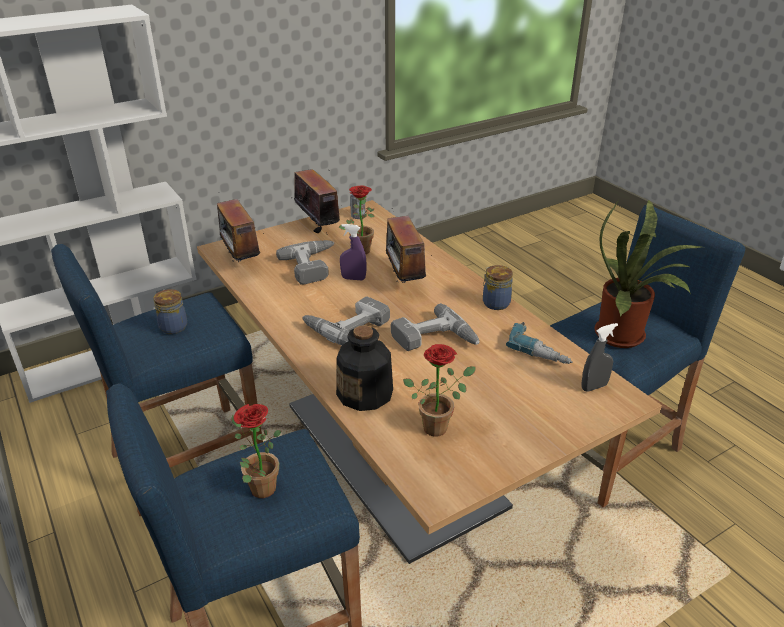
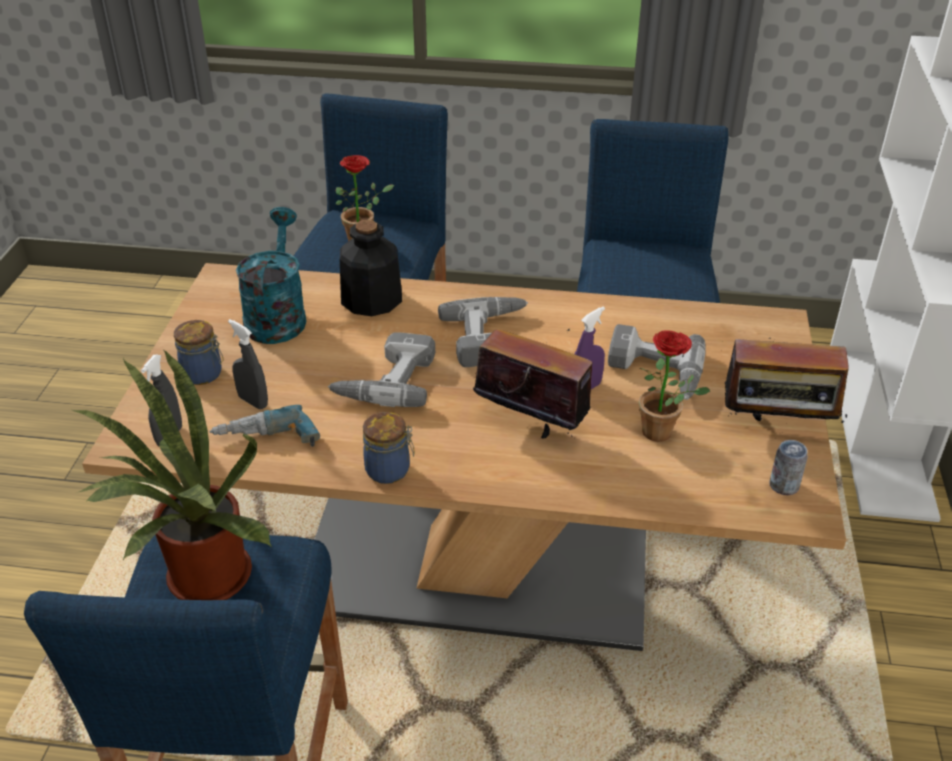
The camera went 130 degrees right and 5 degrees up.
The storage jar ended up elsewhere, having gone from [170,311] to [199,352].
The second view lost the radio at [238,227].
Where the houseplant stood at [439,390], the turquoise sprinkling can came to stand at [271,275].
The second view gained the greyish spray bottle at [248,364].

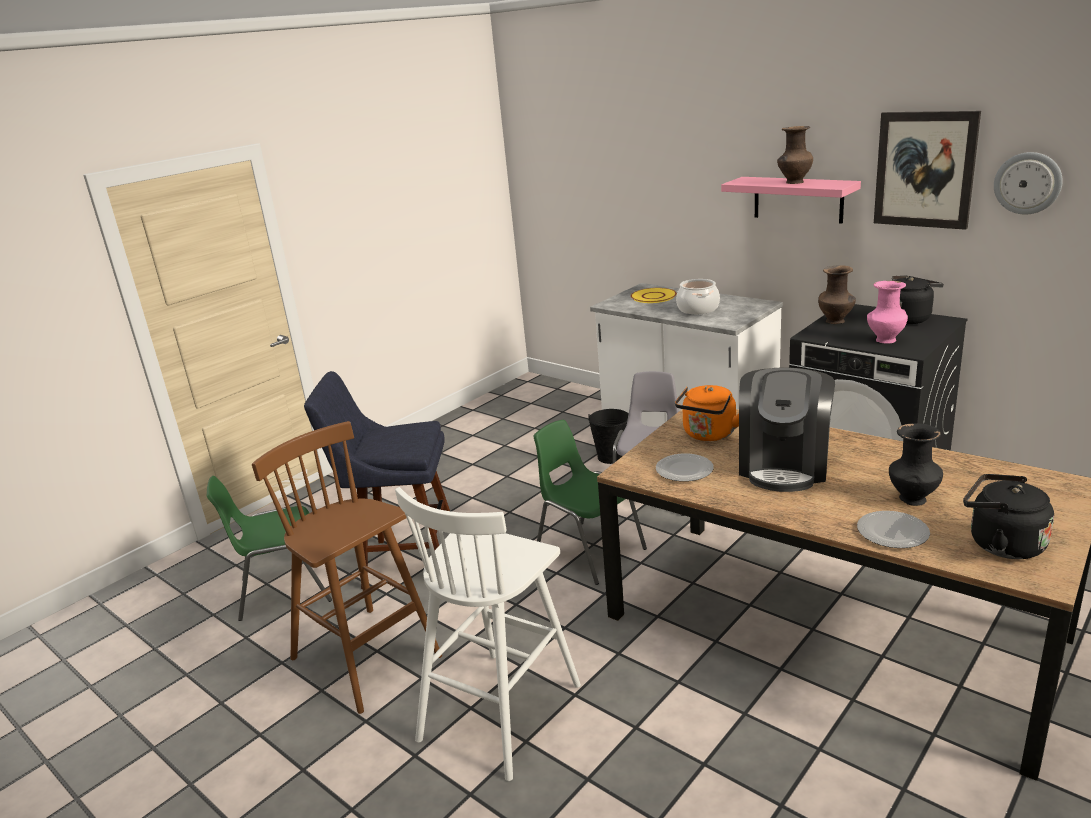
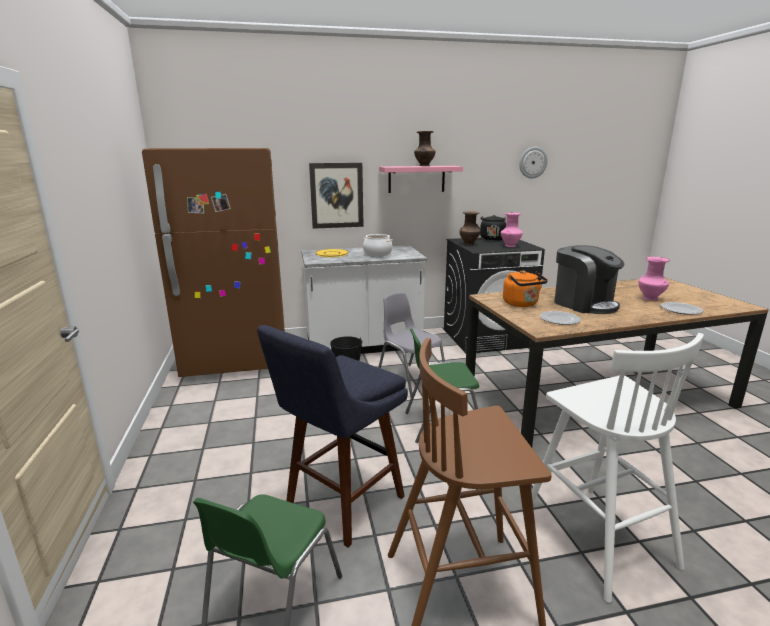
The camera went 55 degrees left and 5 degrees down.
The wall art ended up elsewhere, having gone from [927,170] to [336,196].
What was the black decorative vase at [916,464] turned into the pink-coloured decorative vase at [654,279].
The second view lost the black kettle at [1008,516].
The second view gained the brown fridge at [213,262].

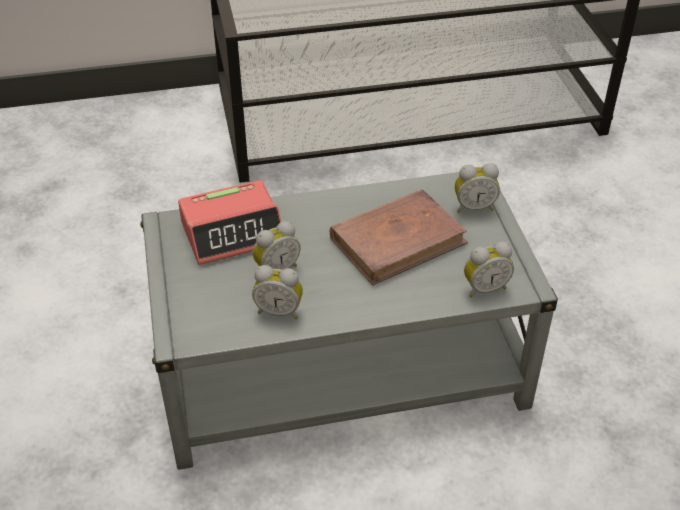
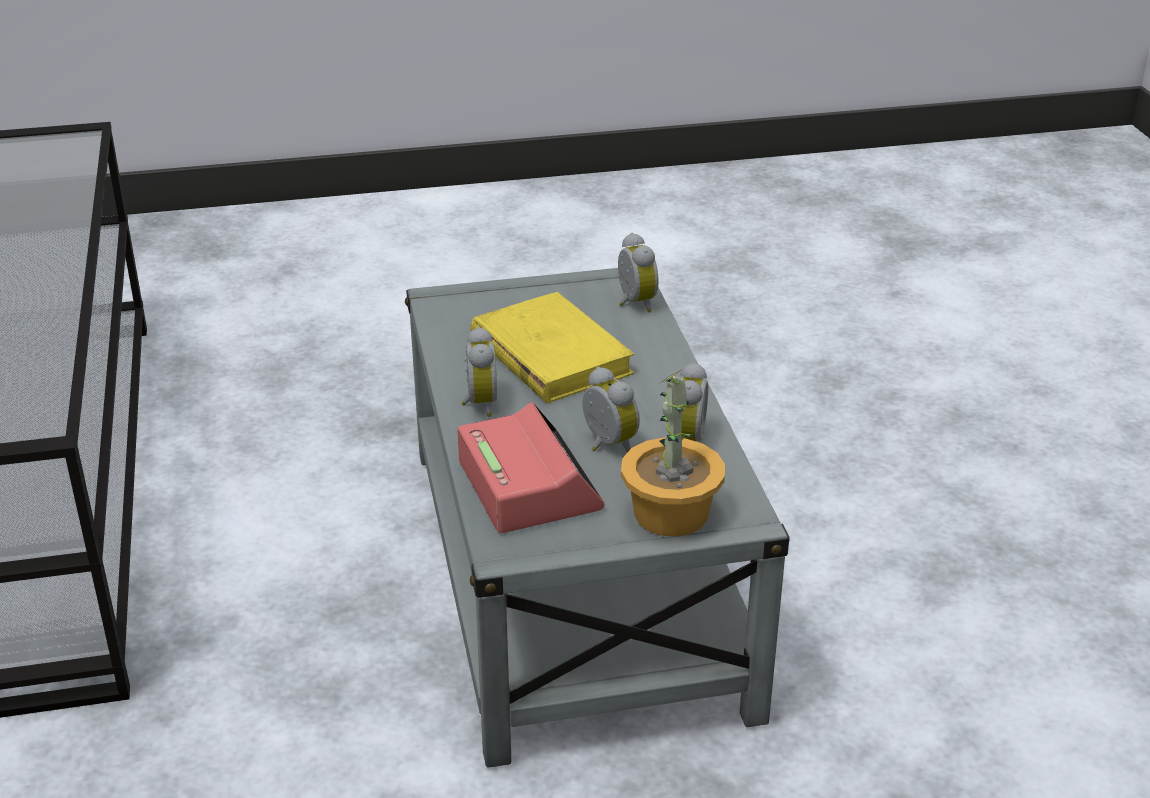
The camera went 90 degrees left and 10 degrees down.
What was the brown book at [399,237] turned into the yellow-coloured book at [552,347].
The alarm clock ended up elsewhere, having gone from [477,188] to [479,372].
The second view gained the houseplant at [673,453].

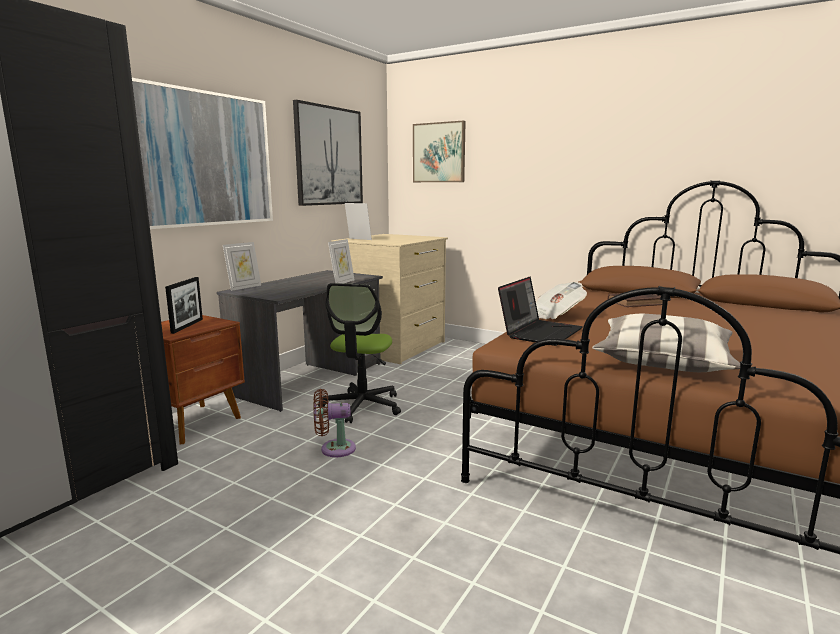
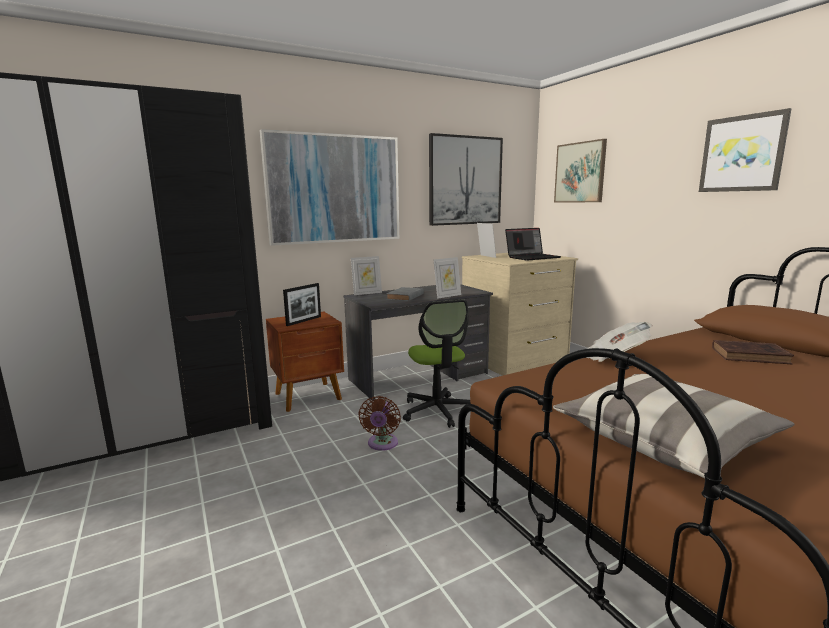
The camera went 30 degrees right and 0 degrees up.
The brown fan at [335,423] ended up facing another way, 105 degrees counterclockwise from before.
The computer chair at [359,353] ended up facing another way, 60 degrees counterclockwise from before.
The portable computer ended up elsewhere, having gone from [540,311] to [533,244].
The second view gained the greyish book at [405,294].
The second view gained the wall art at [745,150].

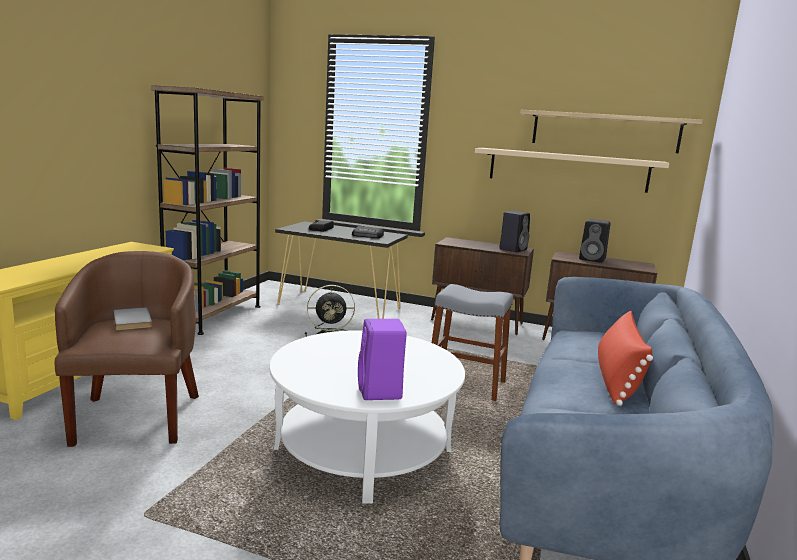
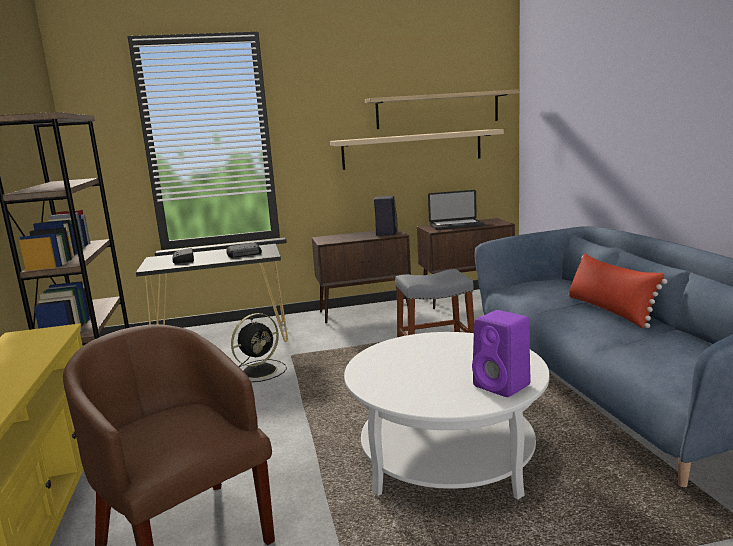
The camera went 30 degrees left and 0 degrees up.
The second view lost the greyish book at [132,318].
Where the black audio speaker stood at [595,241], the portable computer came to stand at [456,210].

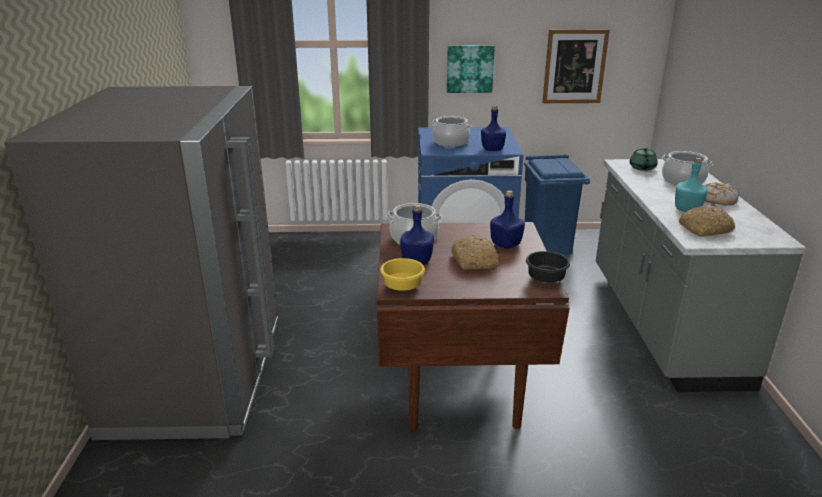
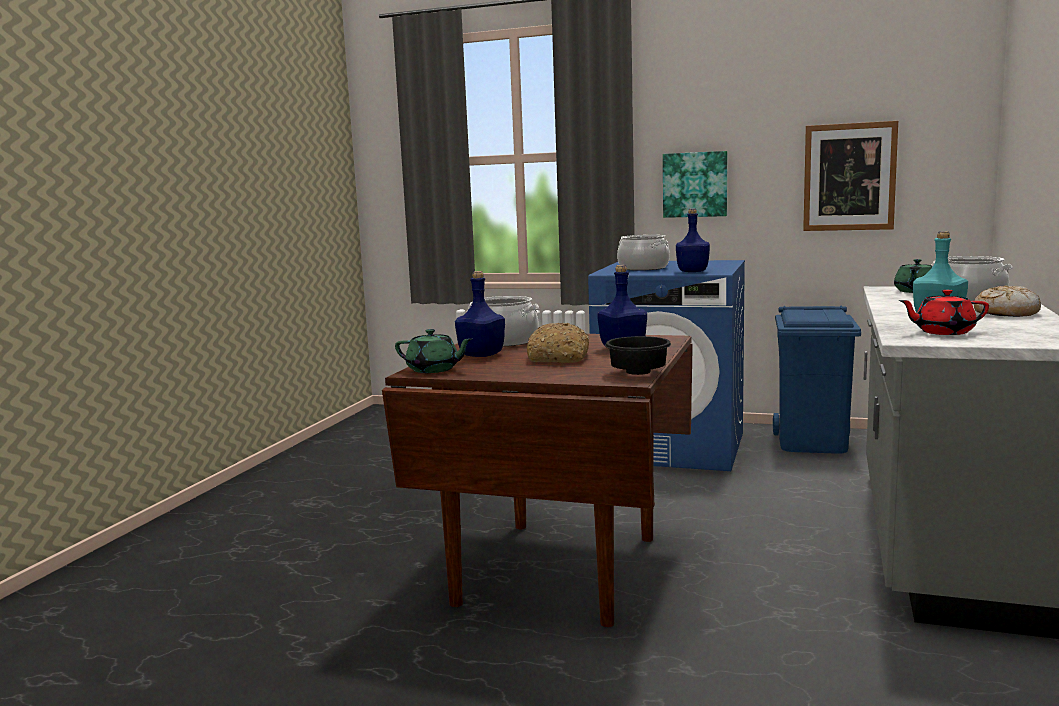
The camera went 20 degrees right and 15 degrees down.
The second view lost the greyish fridge at [141,263].
Where the yellow-coloured serving bowl stood at [402,274], the green tea pot came to stand at [433,351].
Where the bread stood at [707,221], the red tea pot came to stand at [944,312].

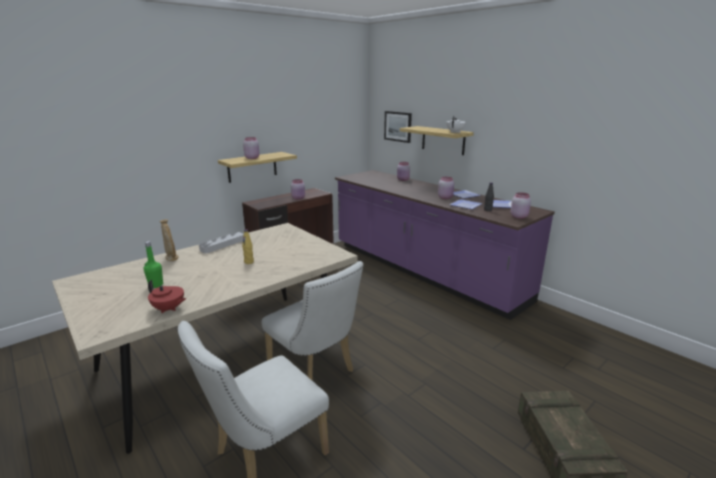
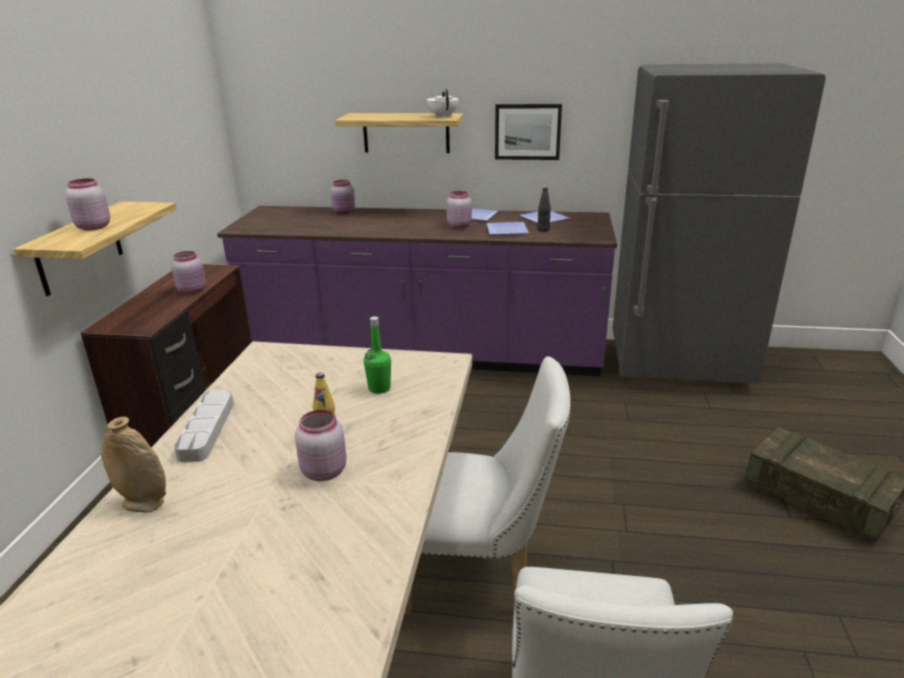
The camera went 40 degrees left and 5 degrees up.
The green bottle ended up elsewhere, having gone from [153,264] to [377,355].
The second view lost the red tea pot at [167,296].
The wall art ended up elsewhere, having gone from [398,127] to [528,132].
The pink-coloured storage jar ended up elsewhere, having gone from [520,205] to [321,445].
The second view gained the greyish fridge at [719,223].

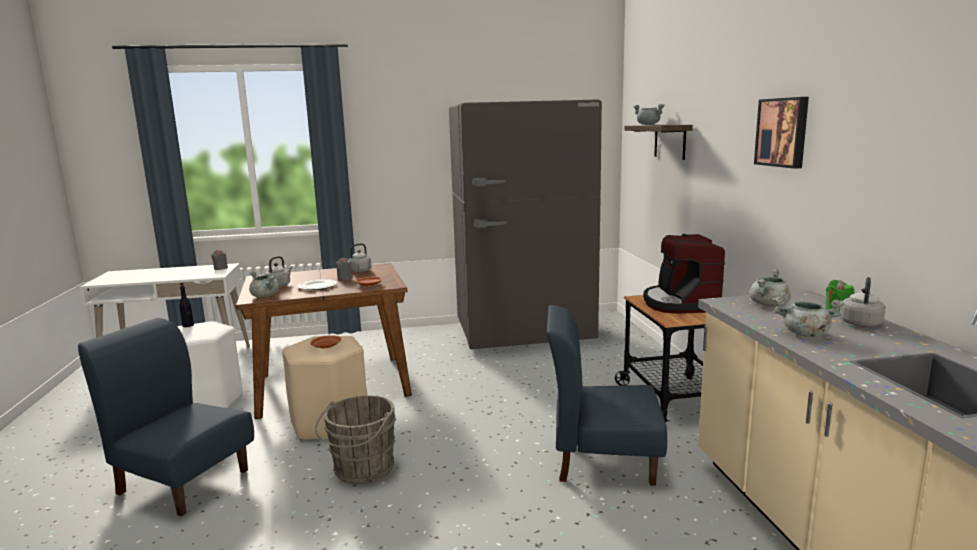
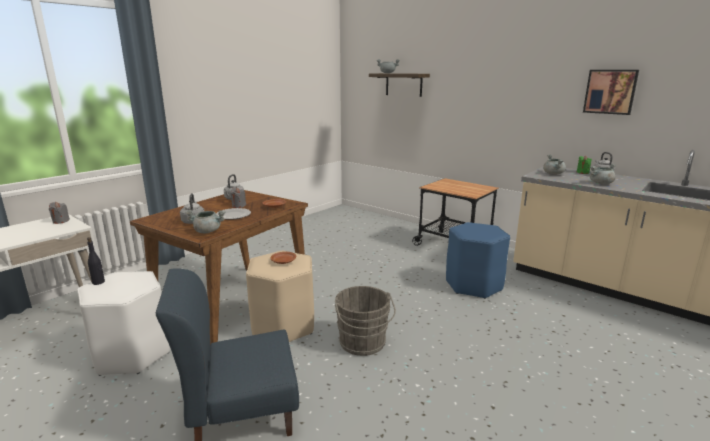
The camera went 40 degrees left and 5 degrees up.
The second view lost the greyish fridge at [525,224].
Where the blue-coloured chair stood at [607,395], the blue-coloured sitting stool came to stand at [478,260].
The second view lost the coffee brewer at [684,274].
The wall art ended up elsewhere, having gone from [781,133] to [611,92].

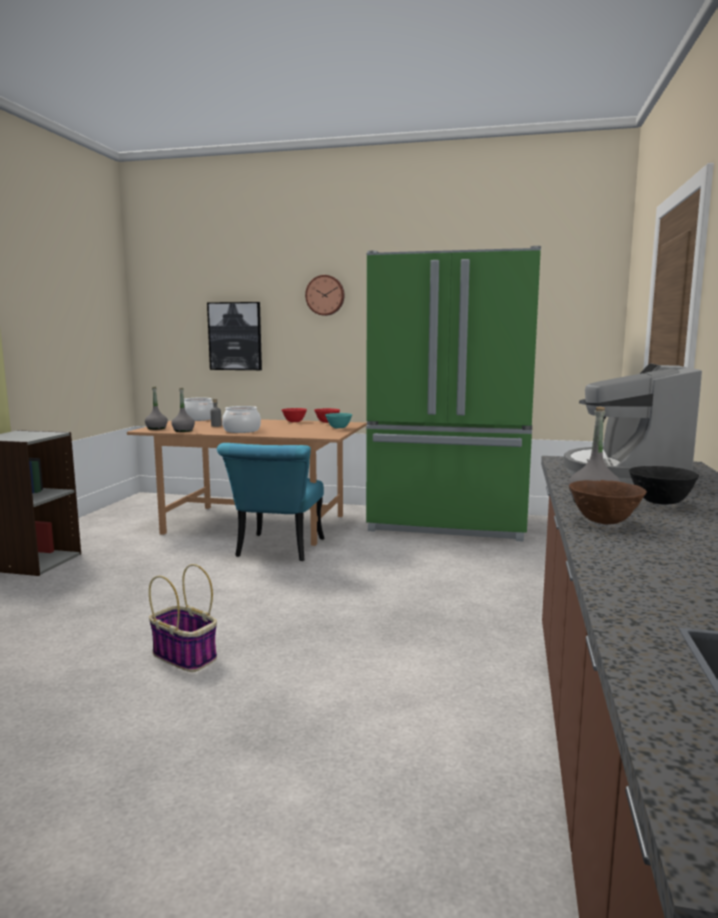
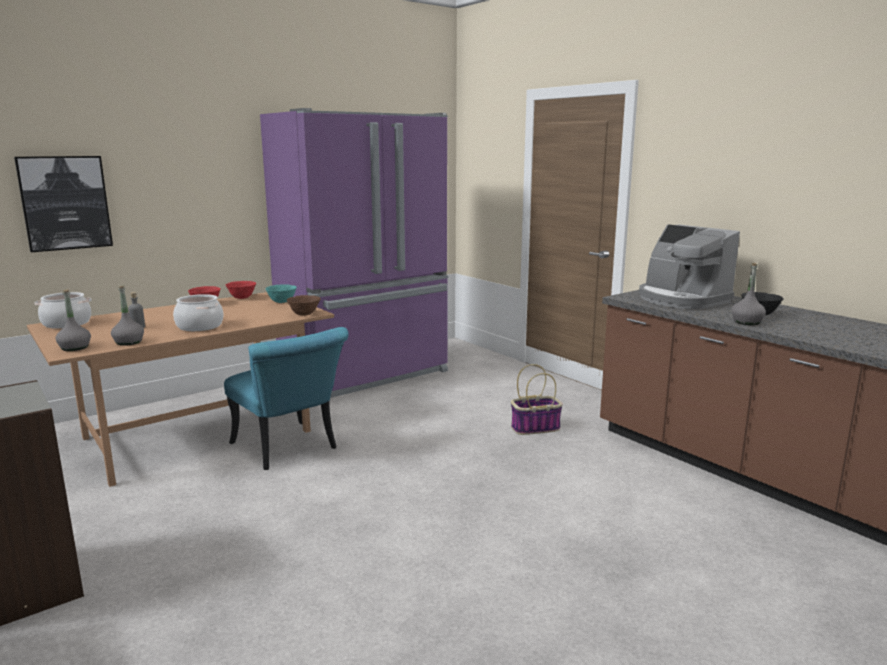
The camera went 50 degrees left and 5 degrees up.
The household basket ended up elsewhere, having gone from [183,618] to [537,399].
The second view lost the hanging clock at [325,295].
What was the green fridge at [453,394] turned into the purplish fridge at [354,254].
The brown serving bowl ended up elsewhere, having gone from [608,502] to [304,305].

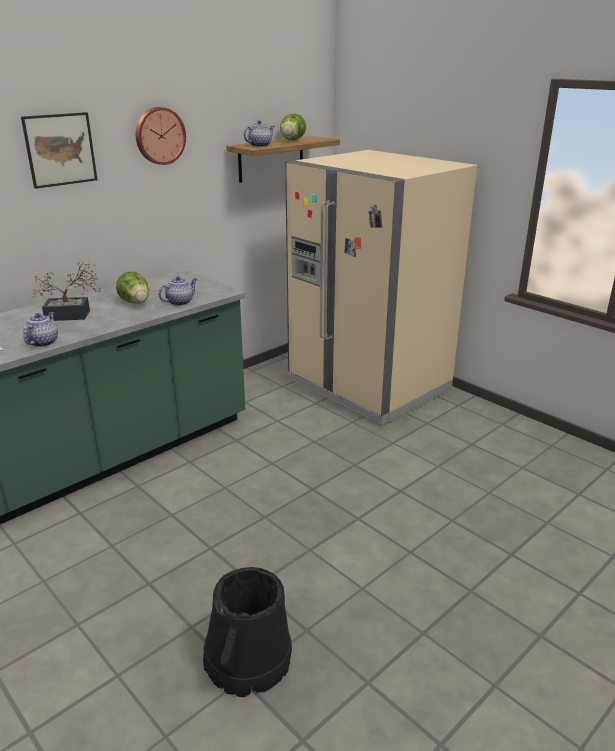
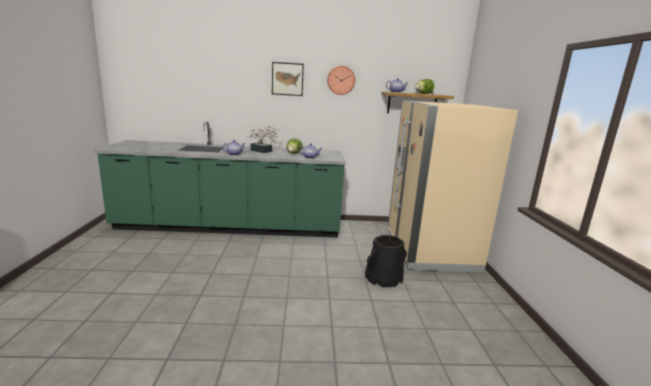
The camera went 40 degrees right and 10 degrees down.
The black water bucket ended up elsewhere, having gone from [247,632] to [386,261].

